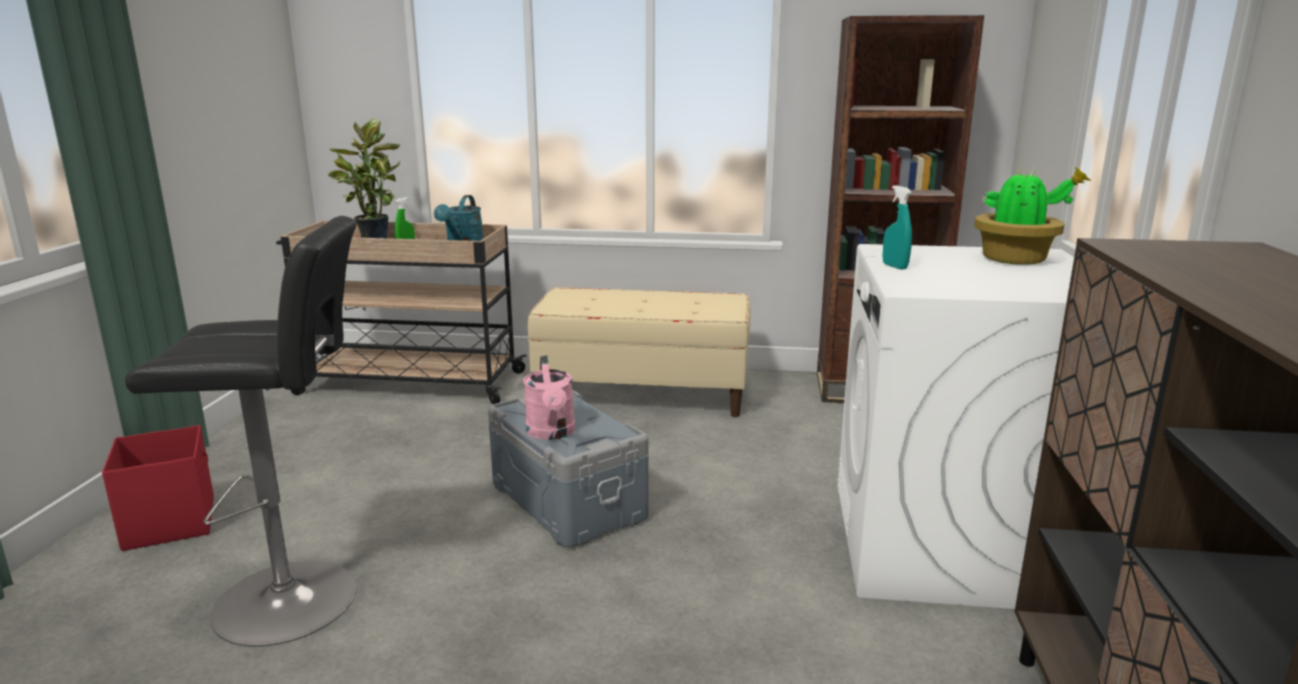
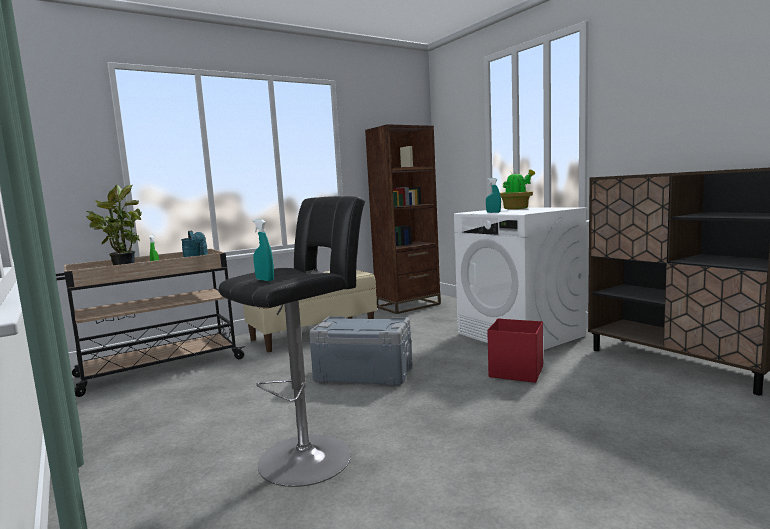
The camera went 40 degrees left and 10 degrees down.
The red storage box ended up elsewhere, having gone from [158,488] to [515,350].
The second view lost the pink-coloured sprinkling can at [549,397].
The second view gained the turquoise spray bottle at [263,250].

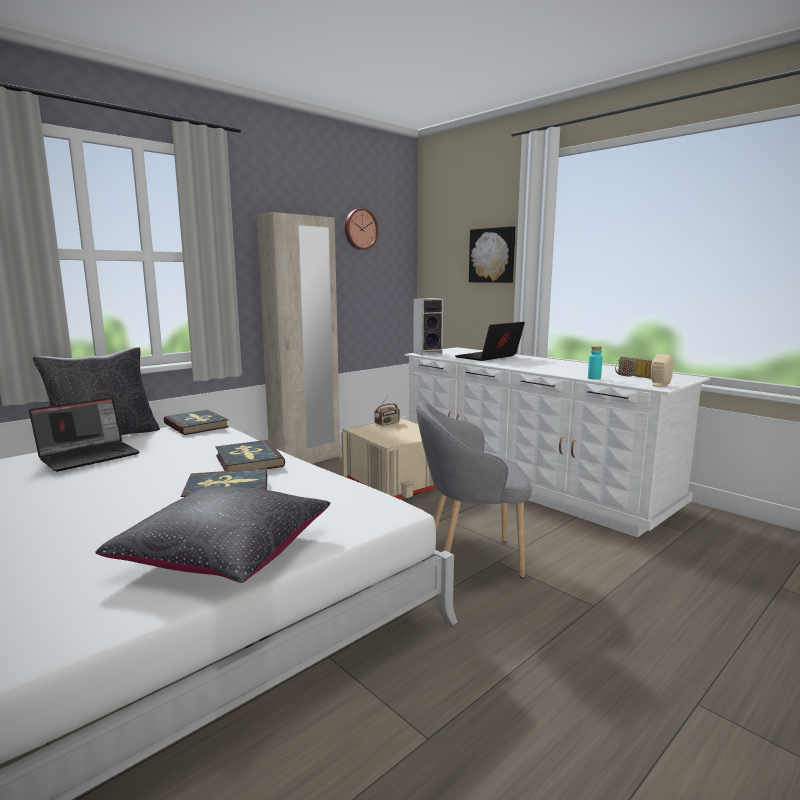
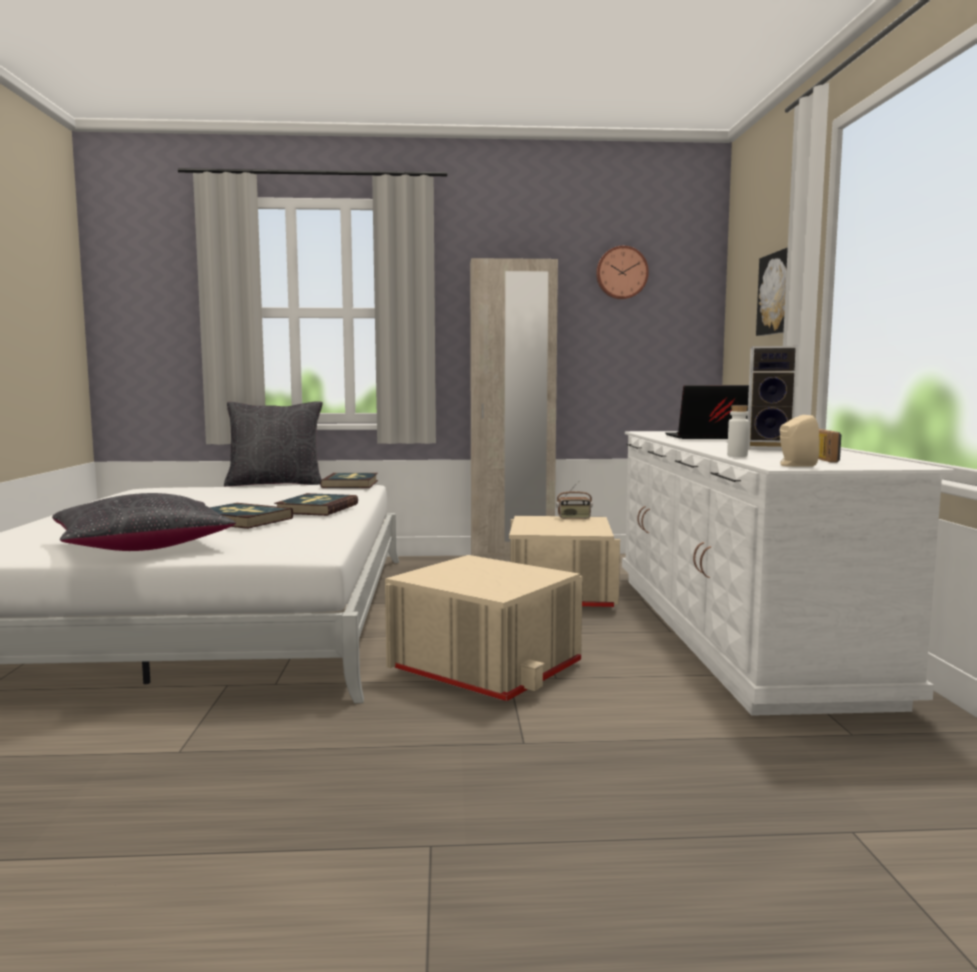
The camera went 40 degrees right and 5 degrees down.
The second view lost the portable computer at [84,434].
The audio speaker ended up elsewhere, having gone from [428,327] to [772,398].
Where the greyish lounge chair stood at [474,489], the sand-coloured storage box came to stand at [484,628].
What was the turquoise bottle at [595,363] turned into the white-coloured bottle at [738,431].

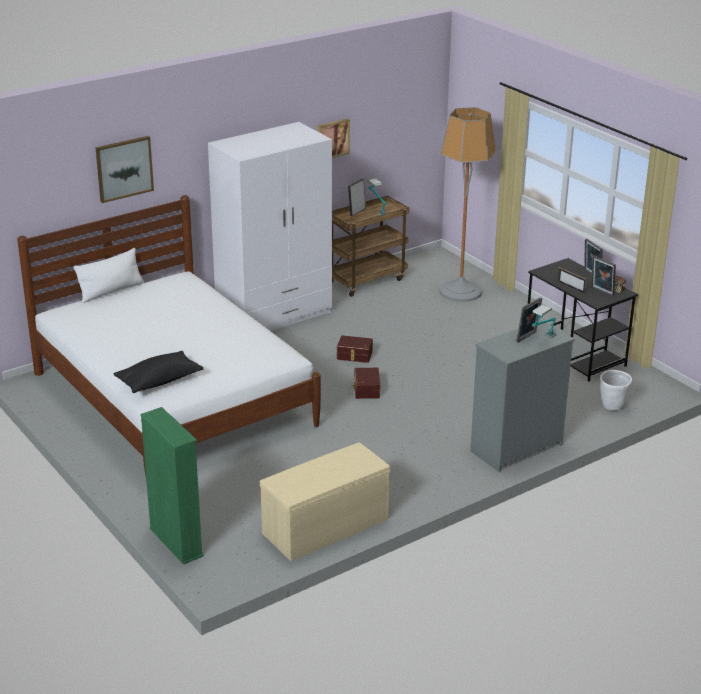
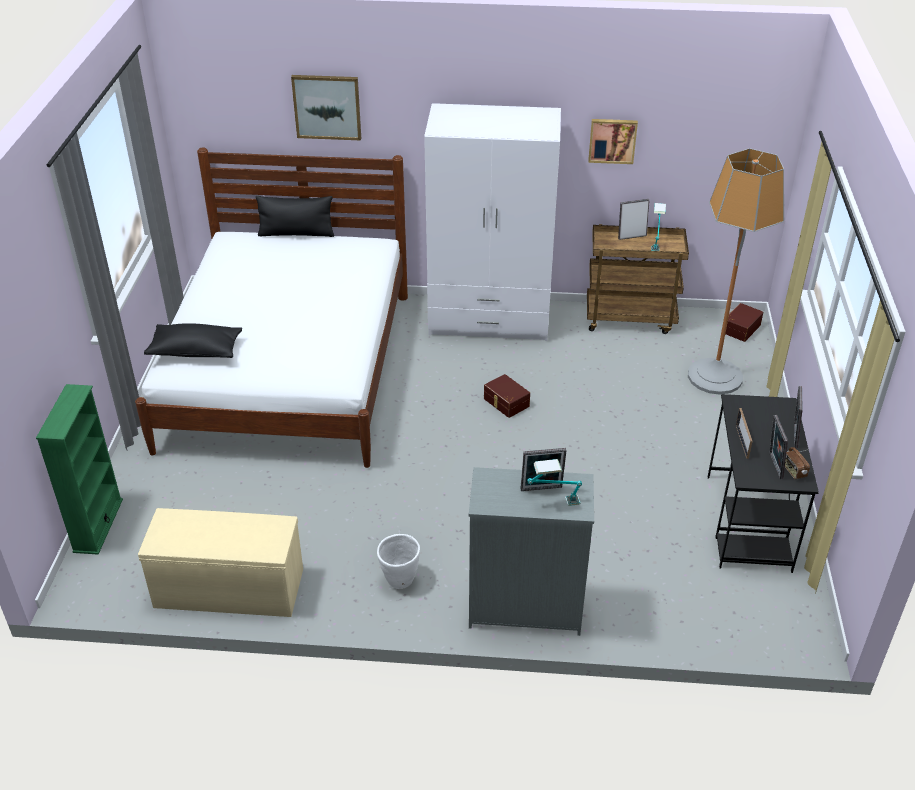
The camera went 40 degrees right and 10 degrees up.
What was the white-coloured cushion at [109,275] turned into the black cushion at [295,216].
The brown storage box ended up elsewhere, having gone from [366,383] to [744,322].
The white-coloured flower pot ended up elsewhere, having gone from [616,390] to [398,561].

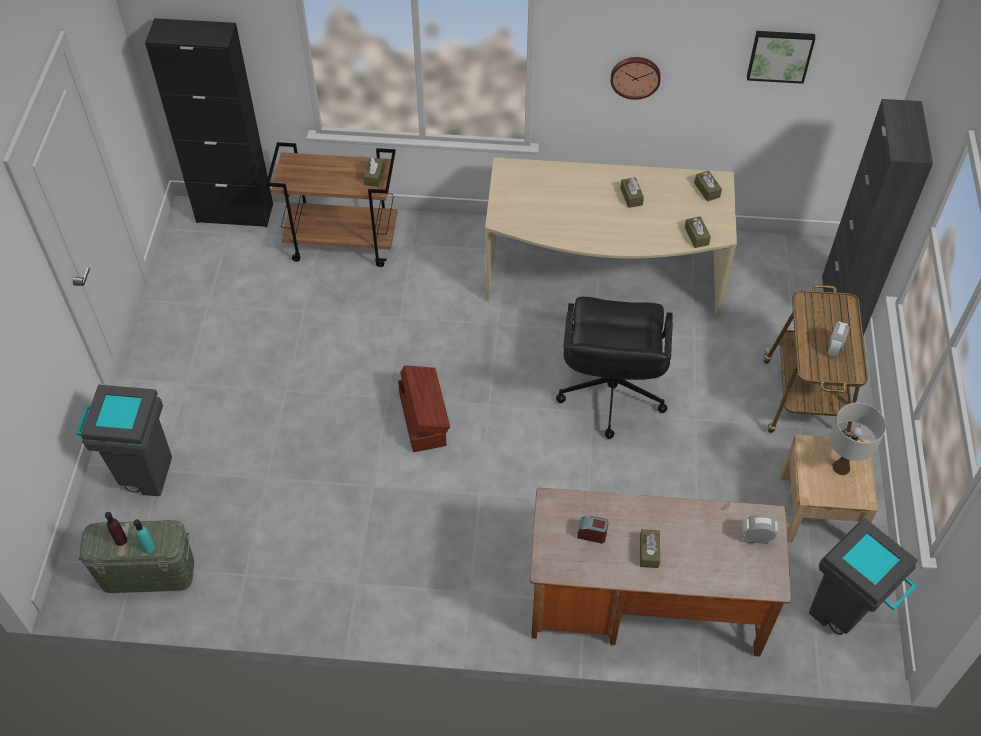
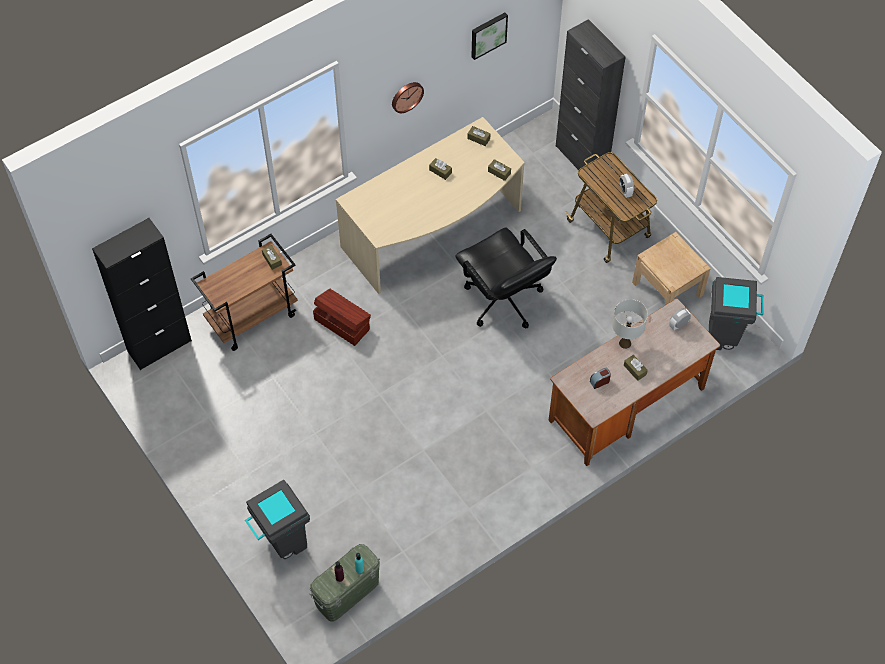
The camera went 40 degrees left and 5 degrees up.
The brown storage box ended up elsewhere, having gone from [424,408] to [342,317].
The white-coloured lamp for a table ended up elsewhere, having gone from [857,439] to [630,324].

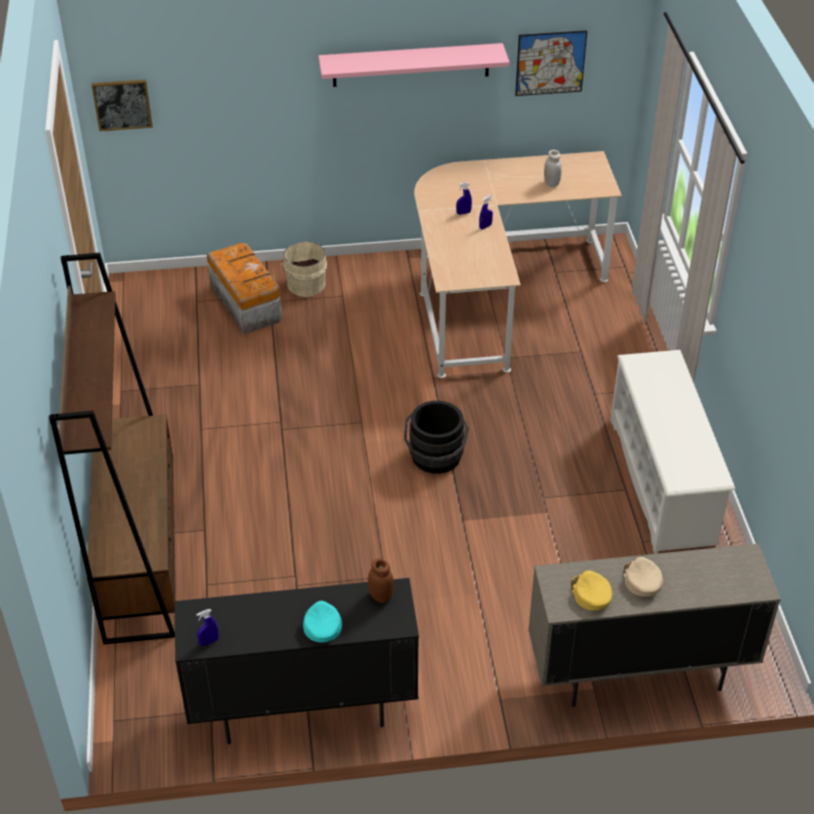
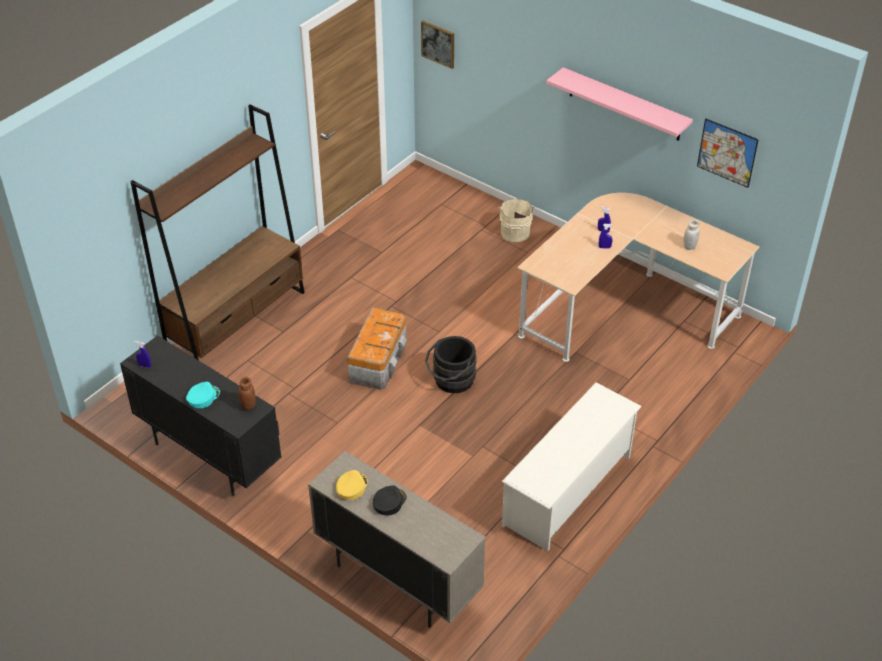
The camera went 45 degrees right and 0 degrees up.
The storage box ended up elsewhere, having gone from [244,289] to [377,349].
What was the sand-coloured cap at [643,577] turned into the black cap at [389,500].

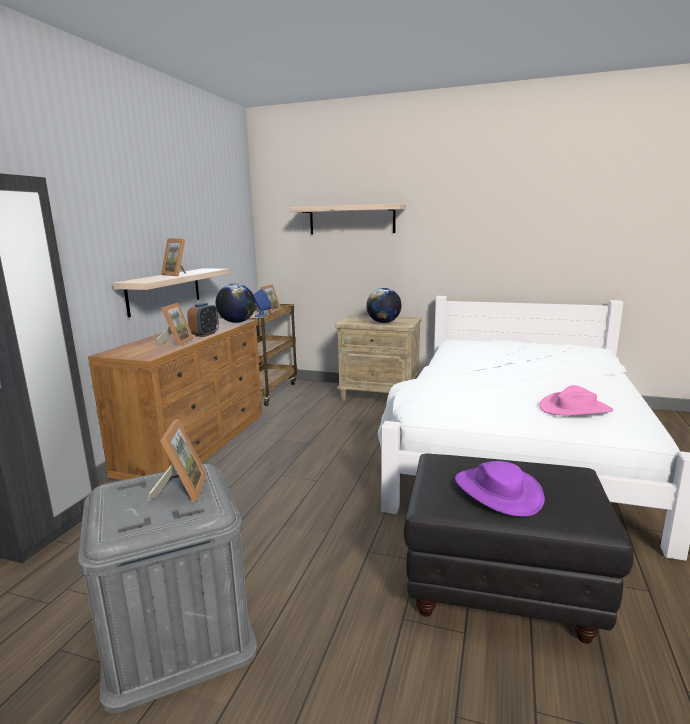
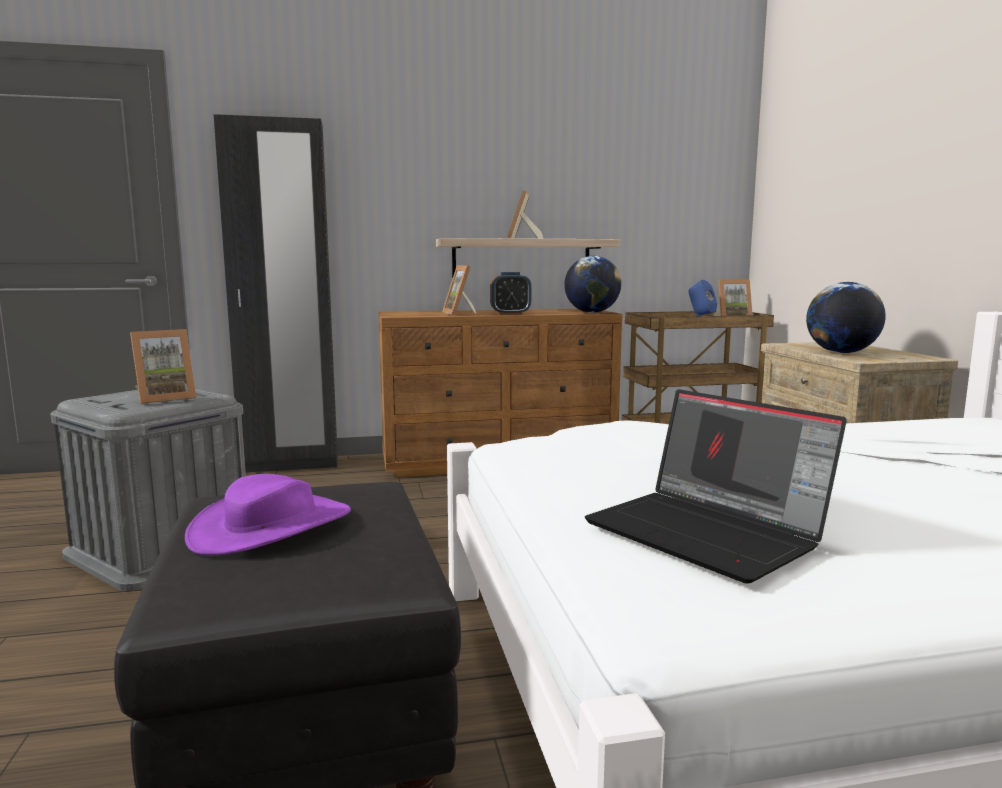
The camera went 60 degrees right and 5 degrees down.
The picture frame at [175,324] ended up facing another way, 90 degrees clockwise from before.
The second view lost the bracket shelf at [348,219].
Where the pink-coloured hat stood at [576,400], the portable computer came to stand at [716,486].

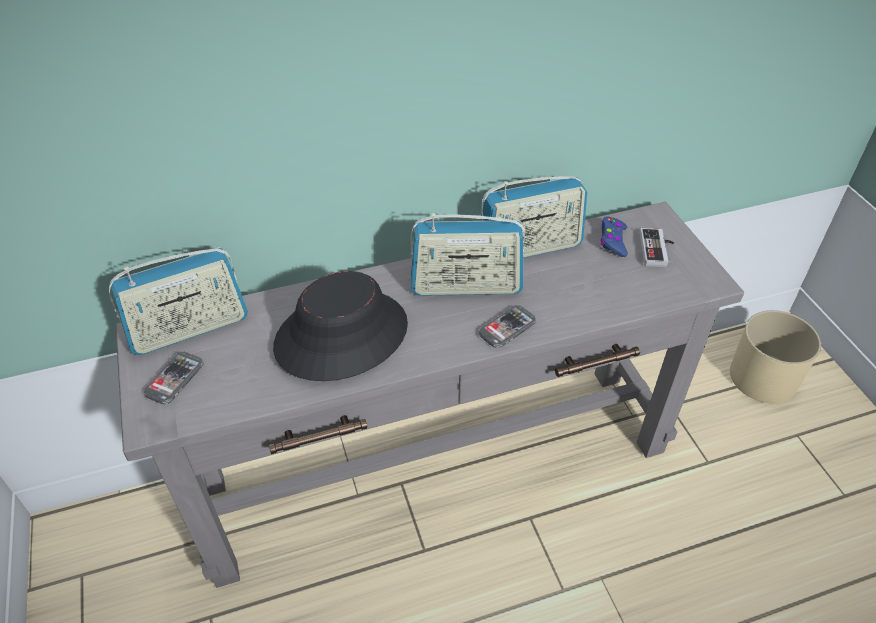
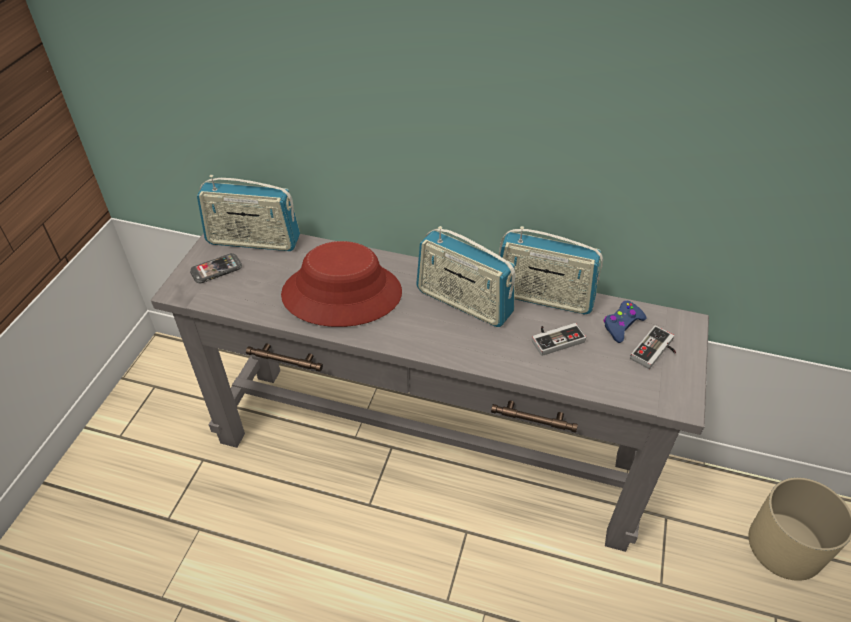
The camera went 35 degrees right and 0 degrees up.
What was the black hat at [340,326] turned into the red hat at [341,284].
The second view lost the phone at [507,326].
The second view gained the gamepad at [559,339].

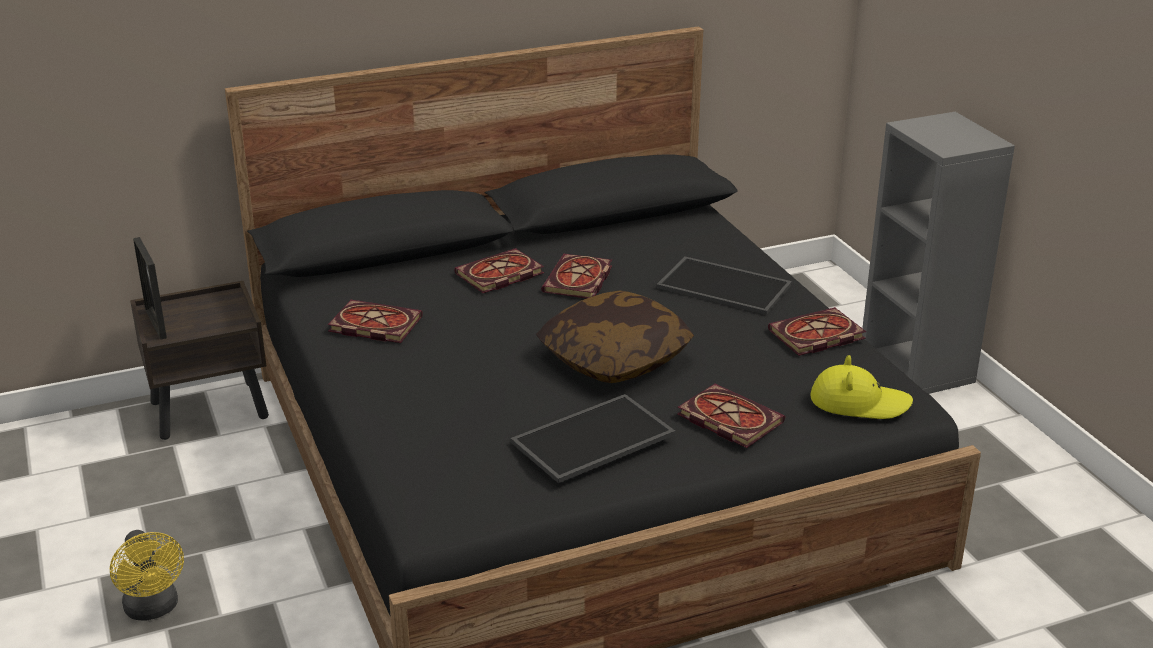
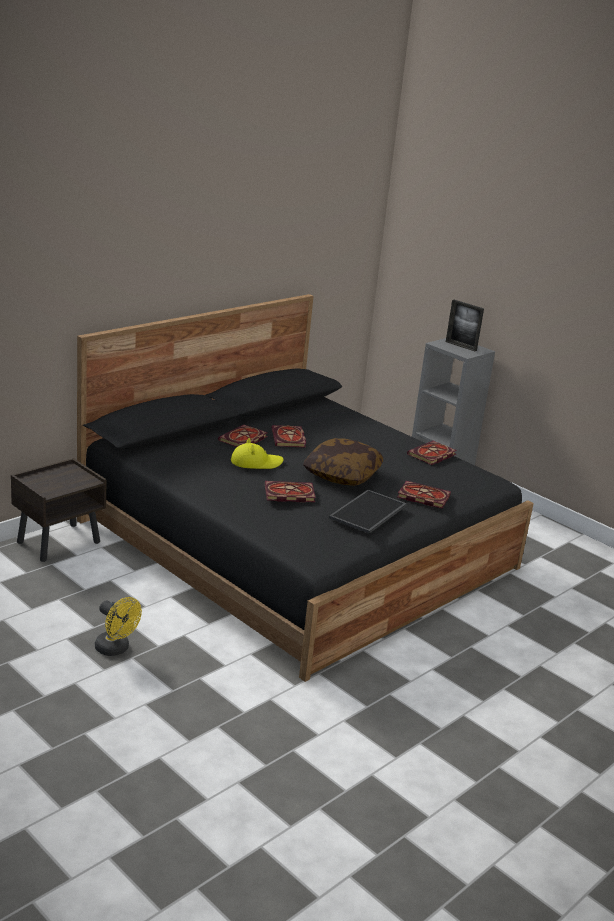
The camera went 25 degrees left and 5 degrees down.
The picture frame ended up elsewhere, having gone from [150,288] to [465,325].
The book ended up elsewhere, having gone from [375,321] to [290,491].
The second view lost the tray at [724,285].
The yellow-coloured hat ended up elsewhere, having gone from [861,387] to [257,453].

